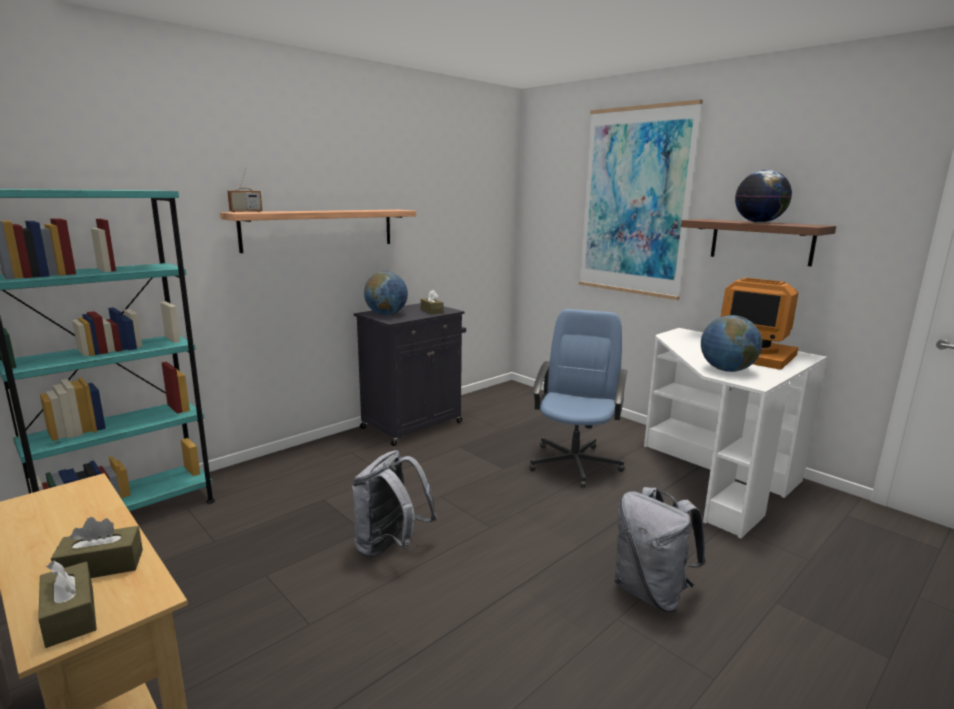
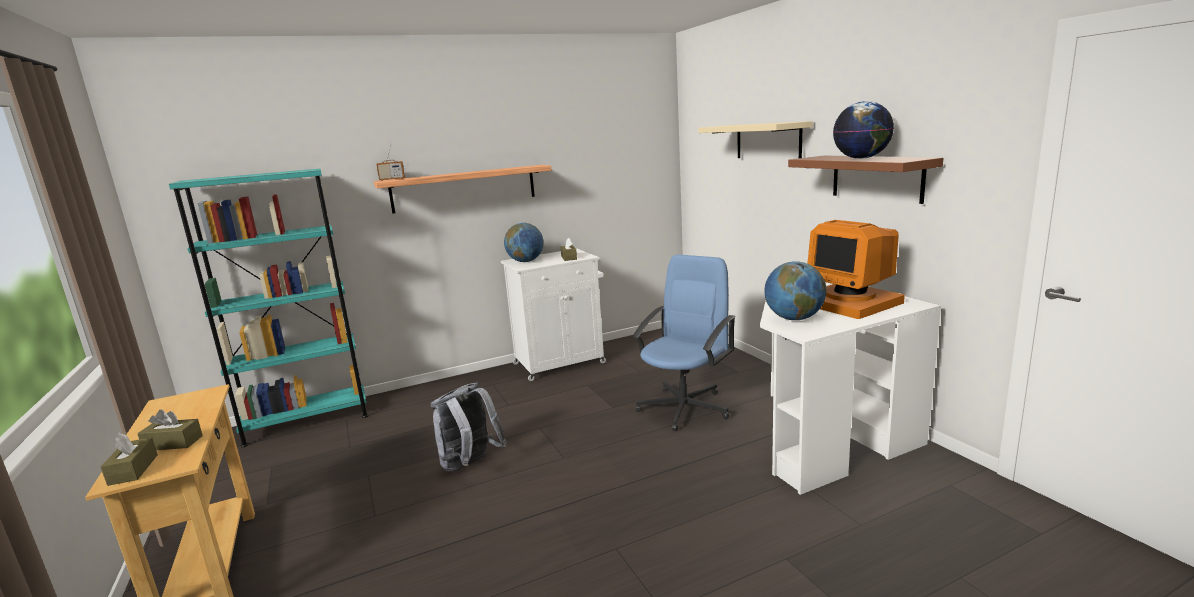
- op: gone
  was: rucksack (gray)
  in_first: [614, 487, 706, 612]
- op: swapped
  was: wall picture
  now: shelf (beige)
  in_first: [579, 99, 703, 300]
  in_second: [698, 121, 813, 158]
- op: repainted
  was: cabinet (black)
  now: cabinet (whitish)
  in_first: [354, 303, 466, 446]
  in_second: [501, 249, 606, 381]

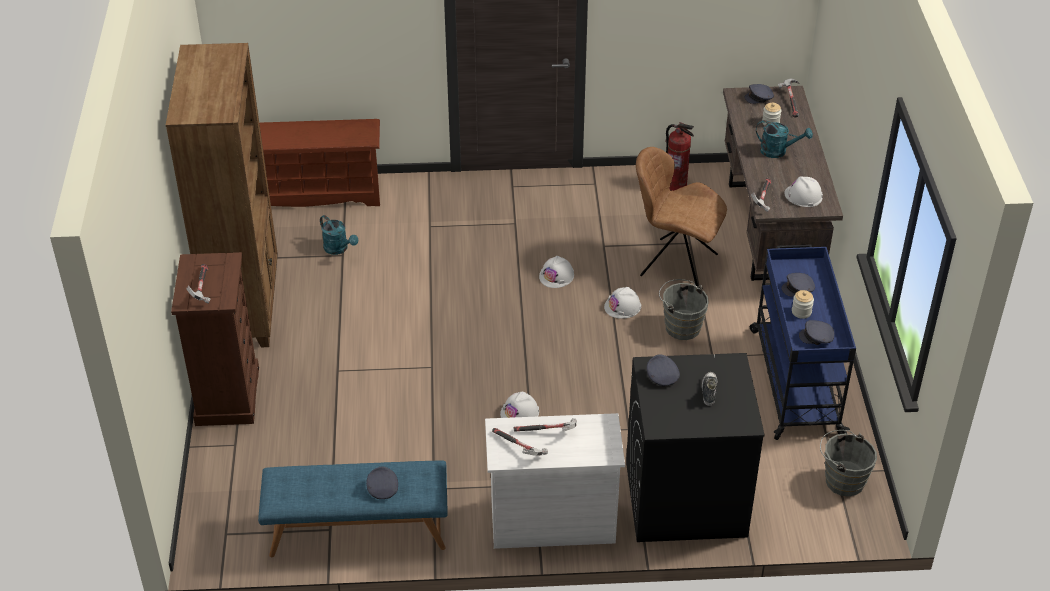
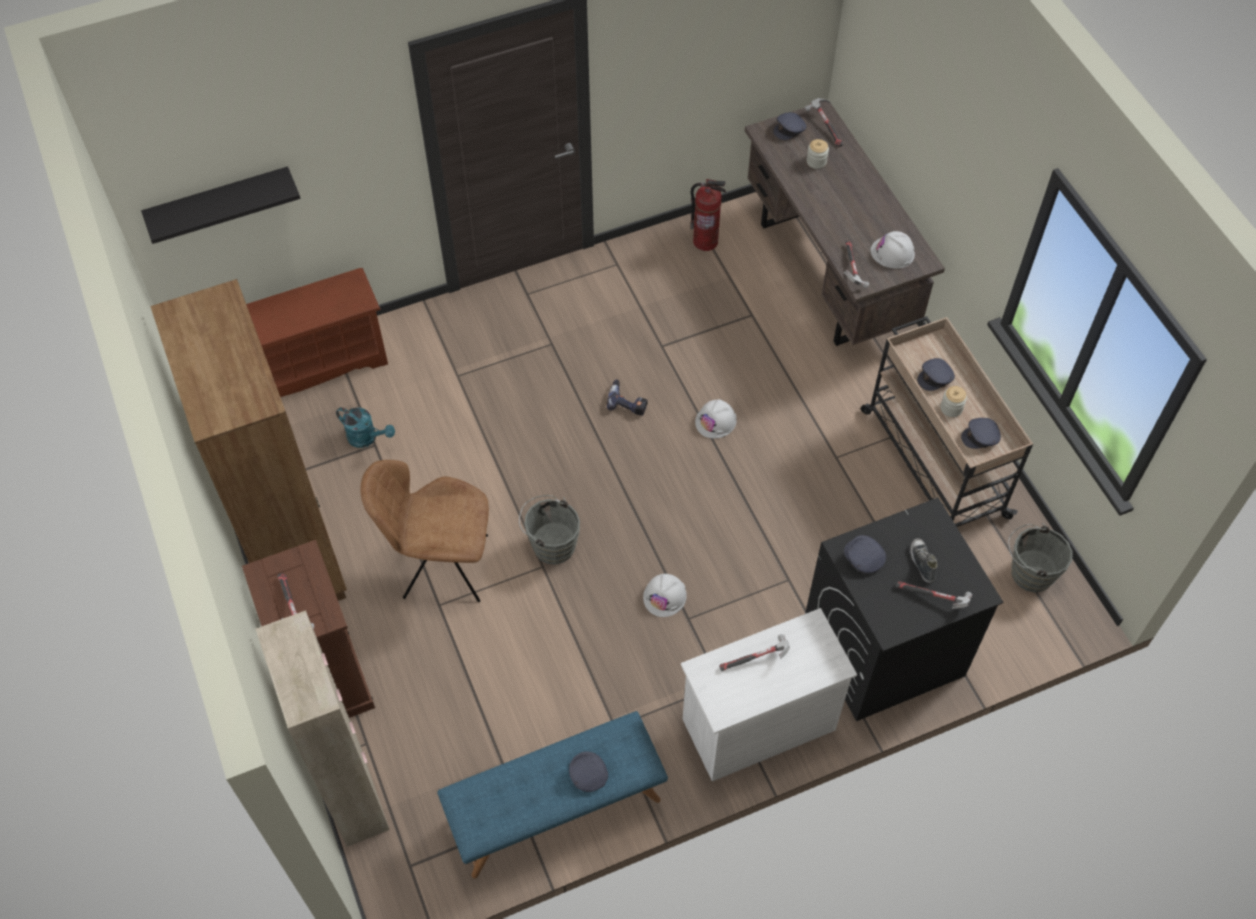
- op: gone
  was: sprinkling can (turquoise)
  in_first: [756, 120, 813, 158]
- op: new
  now: shelf (black)
  in_second: [141, 166, 301, 244]
- op: new
  now: cabinet (beige)
  in_second: [256, 610, 390, 847]
- op: shifted
  was: hand hammer
  in_first: [492, 428, 548, 456]
  in_second: [896, 581, 972, 609]
- op: shifted
  was: upright chair (brown-coloured)
  in_first: [636, 147, 727, 286]
  in_second: [360, 460, 489, 602]
- op: shifted
  was: pail (gray)
  in_first: [659, 279, 709, 340]
  in_second: [519, 495, 580, 565]
- op: swapped
  was: work helmet (whitish)
  now: power drill
  in_first: [539, 256, 574, 288]
  in_second: [607, 379, 648, 416]
- op: repainted
  was: wheeled cart (blue)
  now: wheeled cart (beige)
  in_first: [750, 245, 856, 440]
  in_second: [861, 316, 1033, 527]

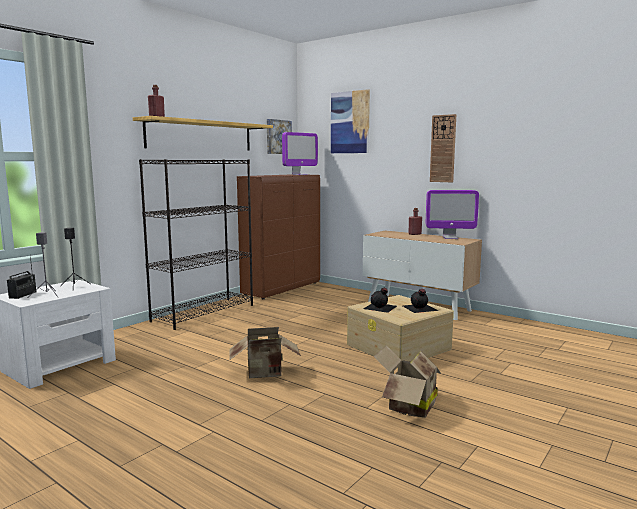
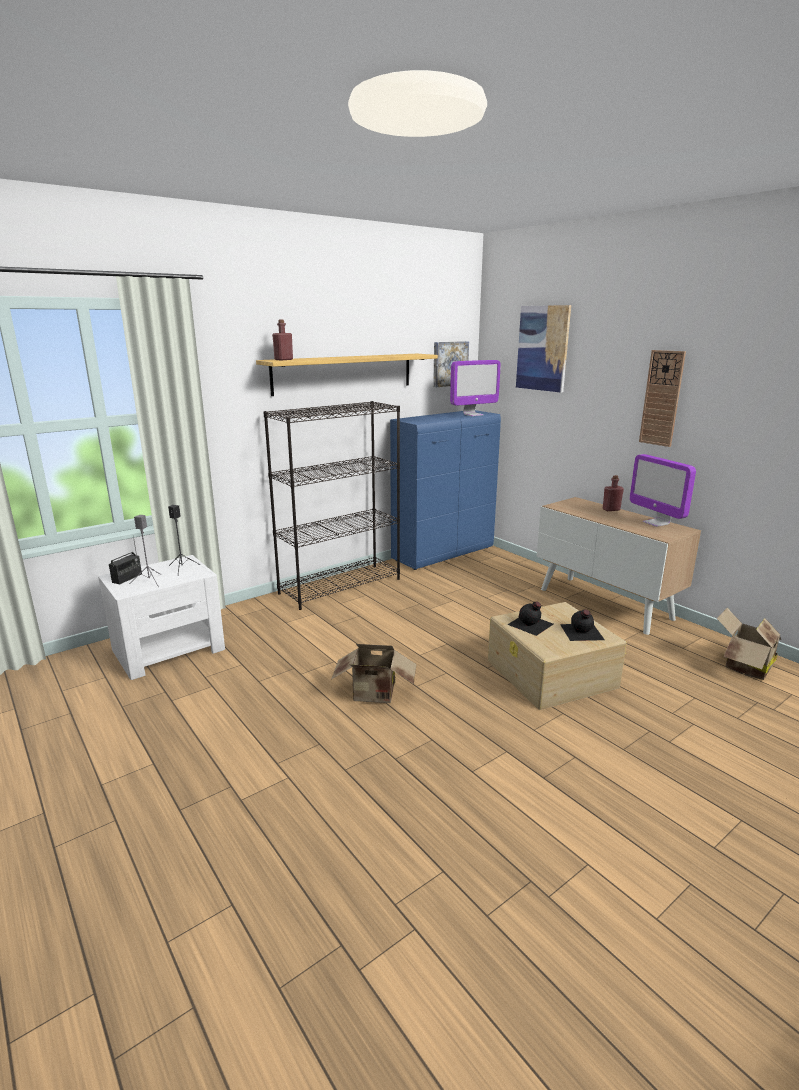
- op: shifted
  was: packing box
  in_first: [374, 345, 441, 418]
  in_second: [717, 608, 781, 680]
- op: repainted
  was: cabinet (brown-coloured)
  now: cabinet (blue)
  in_first: [237, 174, 320, 299]
  in_second: [390, 410, 501, 570]
- op: rotated
  was: computer display
  in_first: [426, 190, 479, 239]
  in_second: [630, 454, 696, 527]
  clockwise: 45

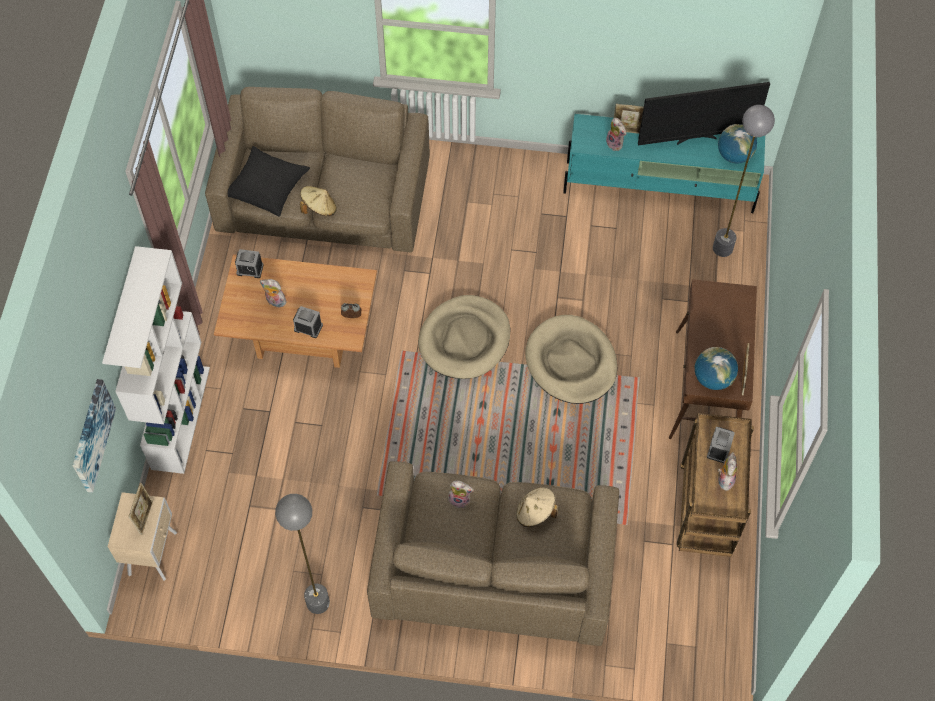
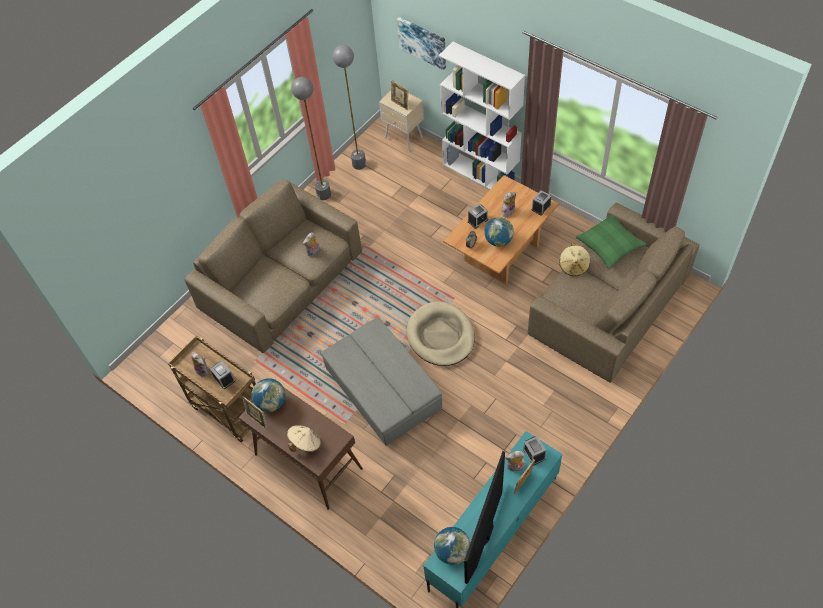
- op: new
  now: globe
  in_second: [484, 217, 514, 247]
- op: new
  now: alarm clock
  in_second: [523, 436, 546, 465]
- op: shifted
  was: hat (beige)
  in_first: [516, 487, 558, 527]
  in_second: [287, 425, 321, 452]
- op: shifted
  was: standard lamp (gray)
  in_first: [713, 105, 775, 257]
  in_second: [332, 45, 366, 170]
- op: swapped
  was: dog bed (beige)
  now: pouffe (gray)
  in_first: [525, 315, 617, 404]
  in_second: [321, 317, 442, 446]
- op: repainted
  was: pillow (black)
  now: pillow (green)
  in_first: [228, 146, 310, 217]
  in_second: [576, 215, 646, 269]

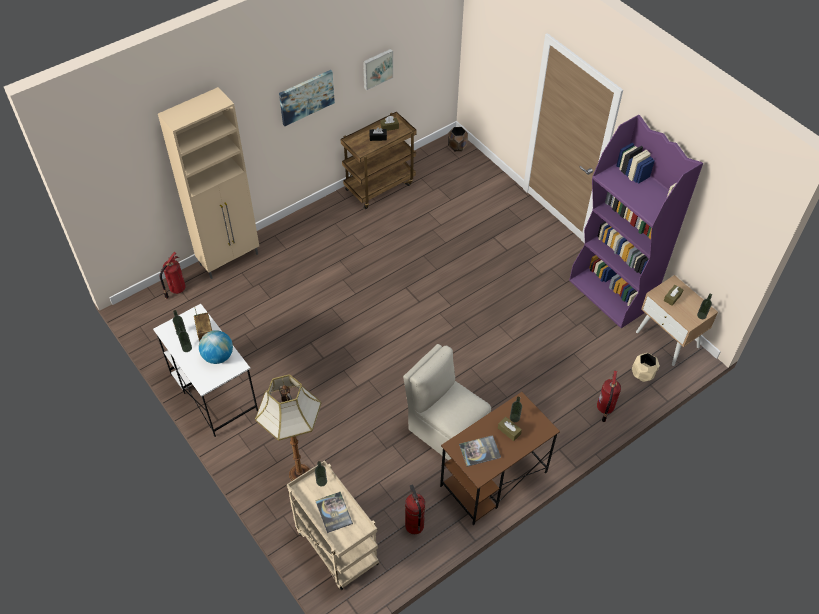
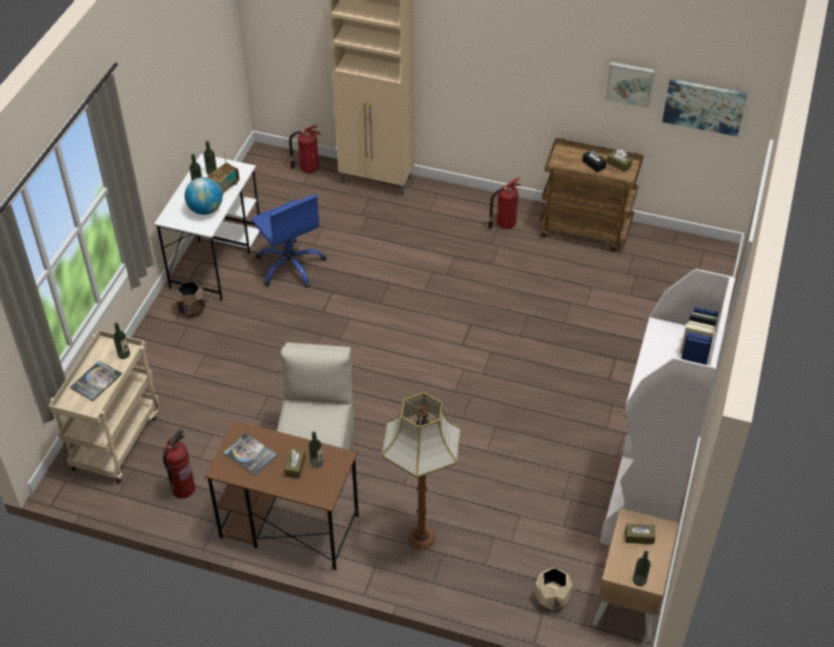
- op: new
  now: computer chair (blue)
  in_second: [251, 194, 327, 288]
- op: shifted
  was: standard lamp
  in_first: [255, 374, 321, 481]
  in_second: [382, 392, 461, 550]
- op: shifted
  was: wall picture
  in_first: [279, 70, 335, 126]
  in_second: [662, 79, 748, 137]
- op: shifted
  was: flower pot (brown-coloured)
  in_first: [448, 127, 468, 151]
  in_second: [175, 281, 206, 317]
- op: shifted
  was: fire extinguisher
  in_first: [597, 371, 621, 422]
  in_second: [488, 177, 522, 229]
- op: repainted
  was: bookshelf (purple-coloured)
  now: bookshelf (whitish)
  in_first: [569, 115, 703, 328]
  in_second: [600, 269, 735, 546]

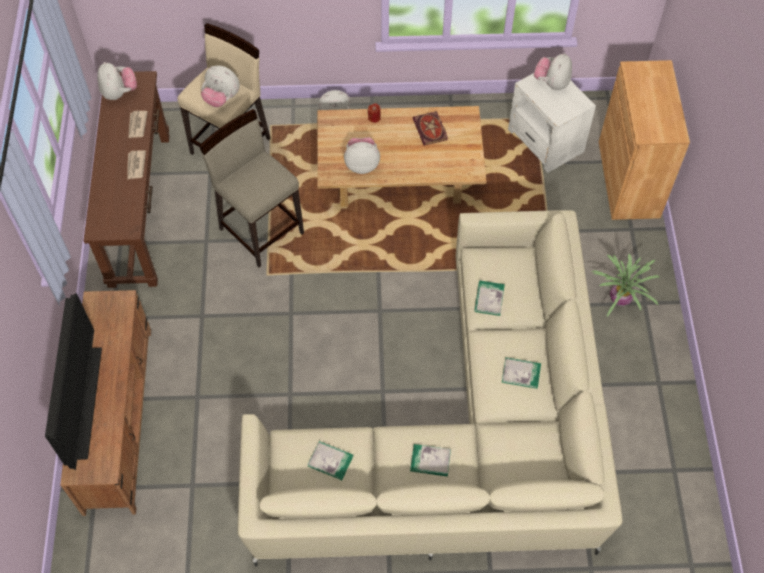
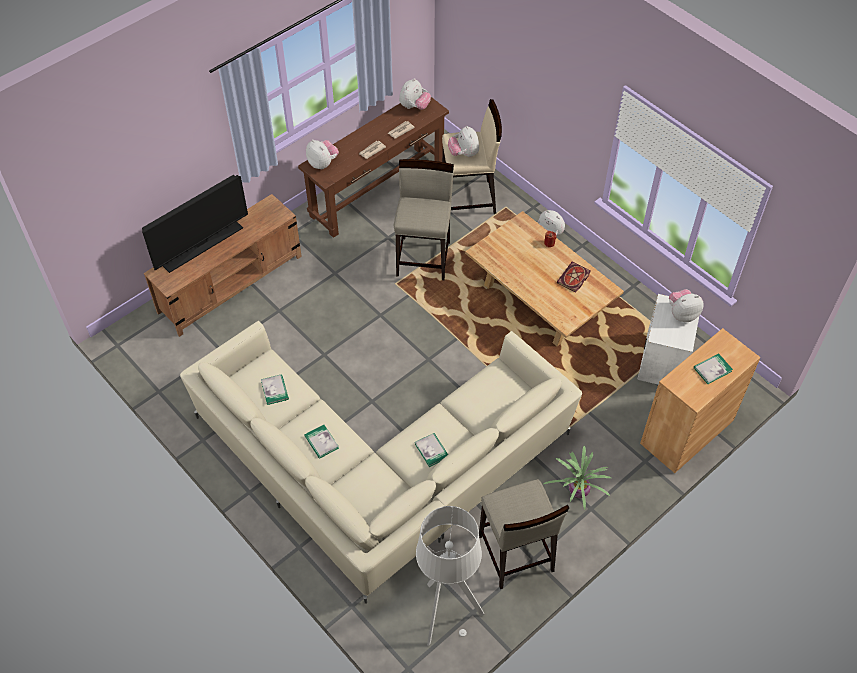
- op: new
  now: standard lamp (gray)
  in_second: [416, 506, 484, 646]
- op: new
  now: stool seat (beige)
  in_second: [479, 479, 569, 589]
- op: shifted
  was: plush toy
  in_first: [344, 137, 380, 174]
  in_second: [306, 139, 339, 169]
- op: shifted
  was: book
  in_first: [474, 281, 505, 316]
  in_second: [694, 353, 733, 384]

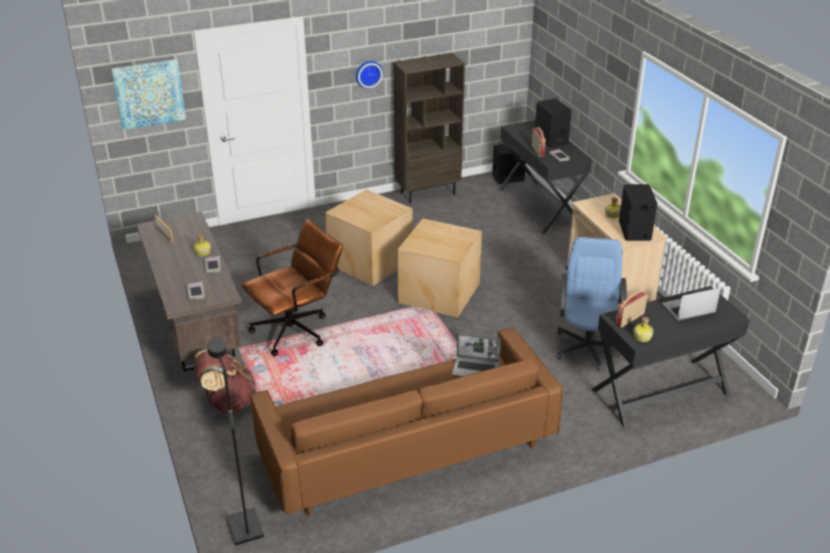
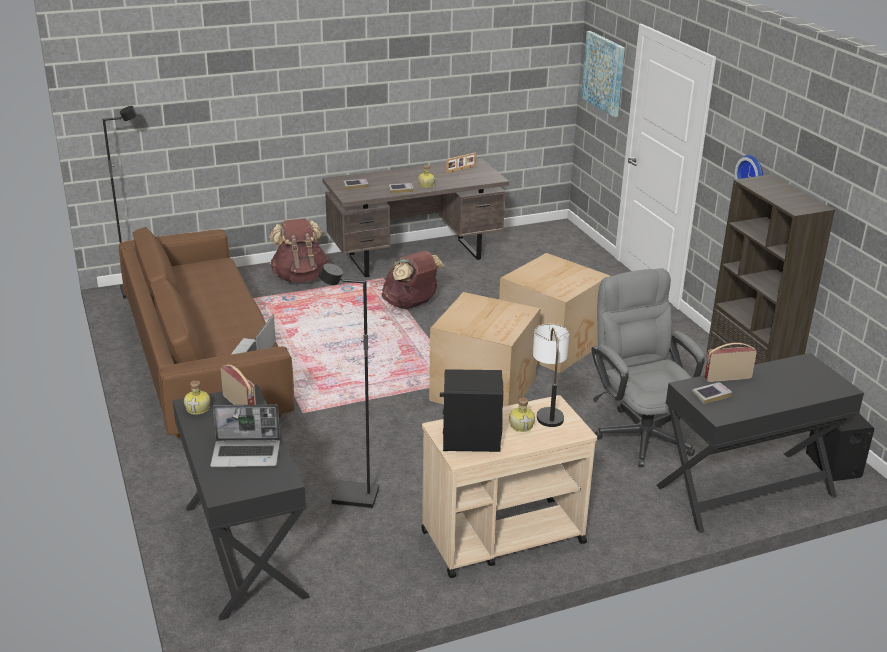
- op: gone
  was: audio speaker (black)
  in_first: [535, 98, 572, 148]
- op: new
  now: tabletop lamp
  in_second: [533, 324, 570, 427]
- op: new
  now: computer chair (gray)
  in_second: [591, 268, 705, 467]
- op: swapped
  was: computer chair (brown-coloured)
  now: rucksack (brown-coloured)
  in_first: [241, 219, 343, 356]
  in_second: [382, 251, 445, 309]
- op: swapped
  was: computer chair (blue)
  now: standard lamp (black)
  in_first: [557, 237, 627, 370]
  in_second: [320, 263, 379, 508]
- op: rotated
  was: portable computer
  in_first: [662, 288, 721, 321]
  in_second: [210, 404, 280, 467]
  clockwise: 105

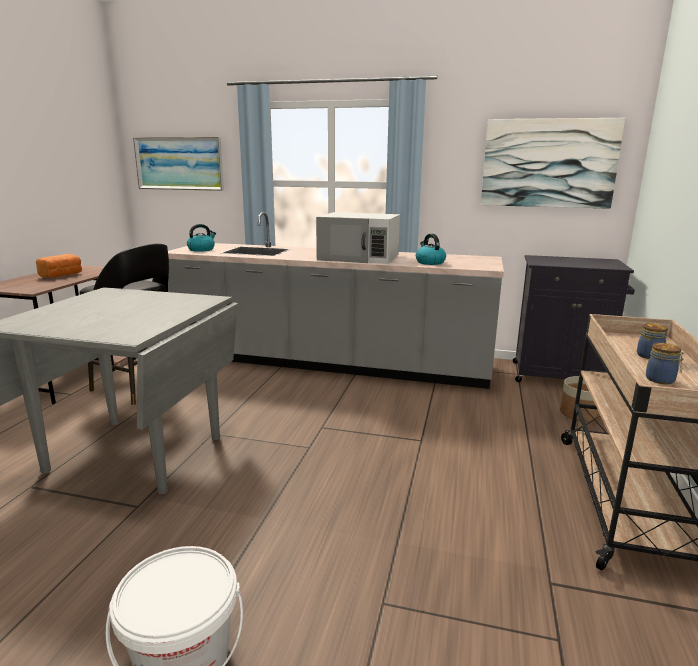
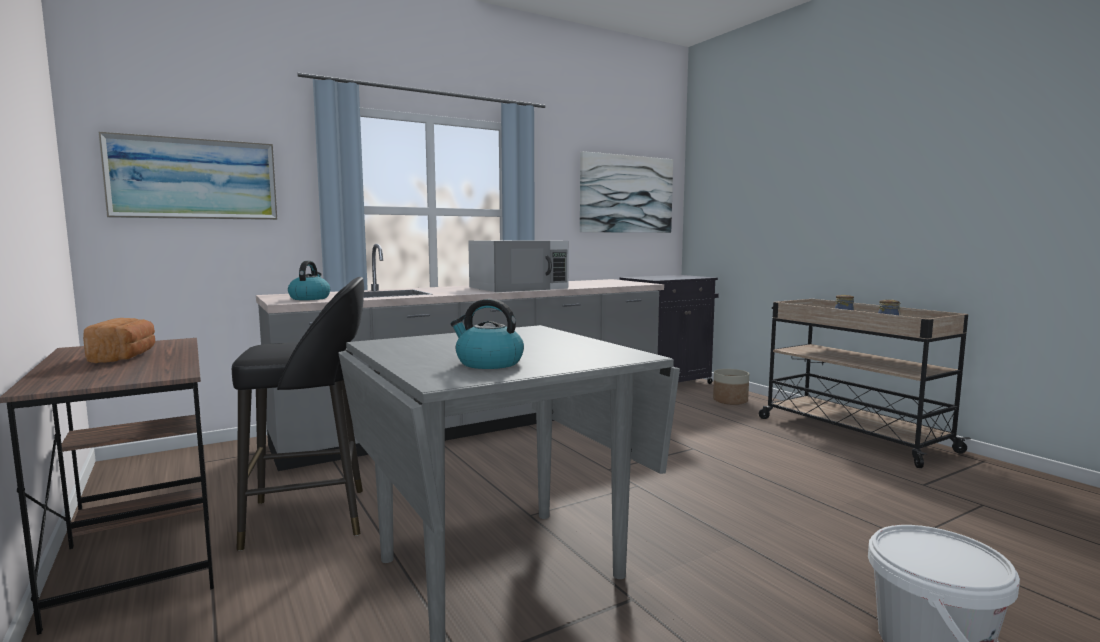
- op: shifted
  was: water kettle
  in_first: [416, 234, 446, 265]
  in_second: [451, 299, 524, 369]

